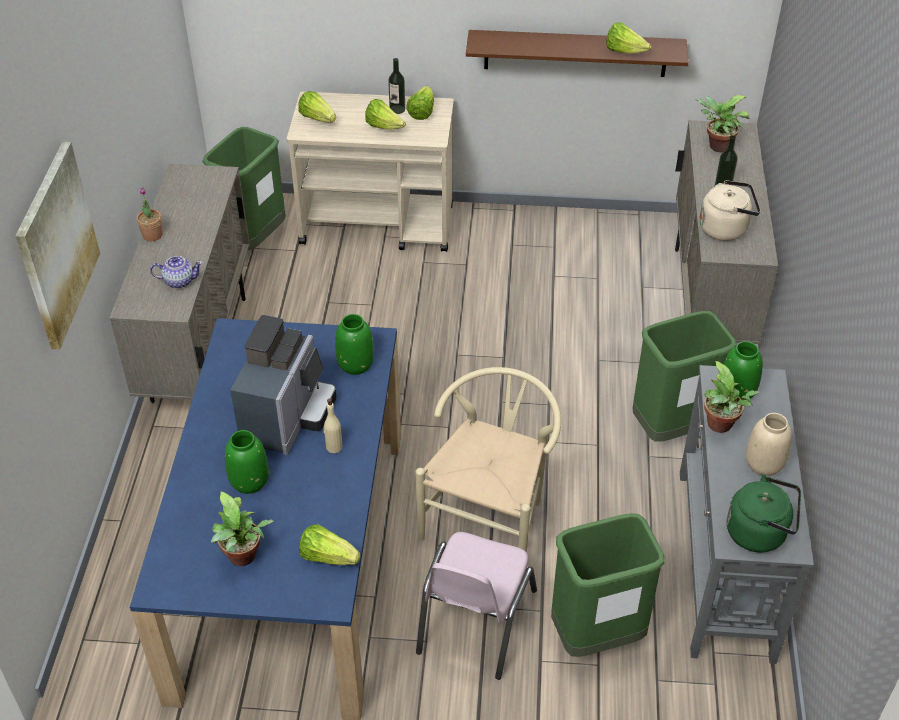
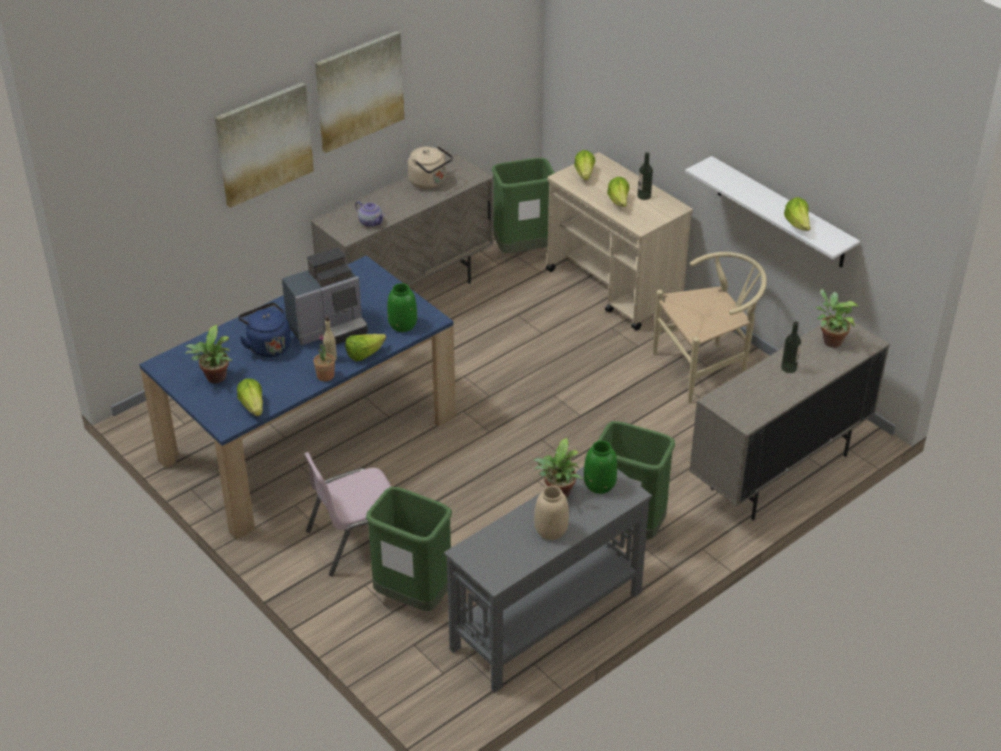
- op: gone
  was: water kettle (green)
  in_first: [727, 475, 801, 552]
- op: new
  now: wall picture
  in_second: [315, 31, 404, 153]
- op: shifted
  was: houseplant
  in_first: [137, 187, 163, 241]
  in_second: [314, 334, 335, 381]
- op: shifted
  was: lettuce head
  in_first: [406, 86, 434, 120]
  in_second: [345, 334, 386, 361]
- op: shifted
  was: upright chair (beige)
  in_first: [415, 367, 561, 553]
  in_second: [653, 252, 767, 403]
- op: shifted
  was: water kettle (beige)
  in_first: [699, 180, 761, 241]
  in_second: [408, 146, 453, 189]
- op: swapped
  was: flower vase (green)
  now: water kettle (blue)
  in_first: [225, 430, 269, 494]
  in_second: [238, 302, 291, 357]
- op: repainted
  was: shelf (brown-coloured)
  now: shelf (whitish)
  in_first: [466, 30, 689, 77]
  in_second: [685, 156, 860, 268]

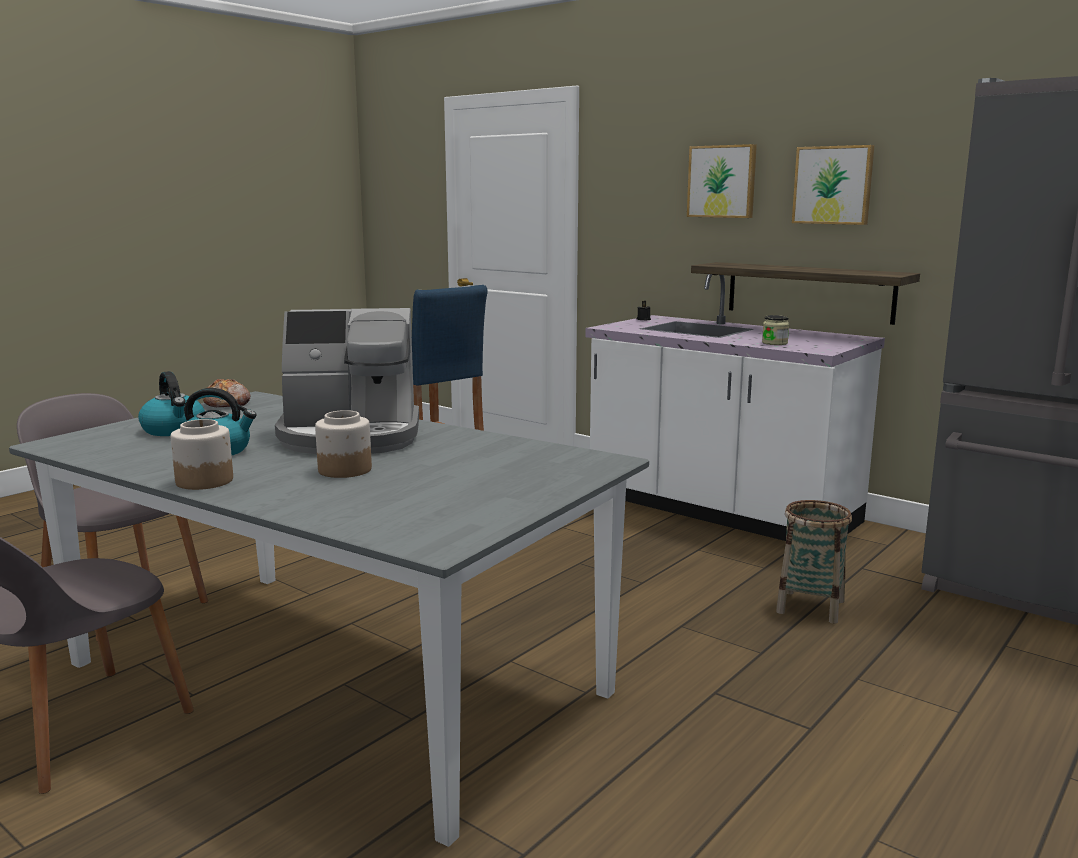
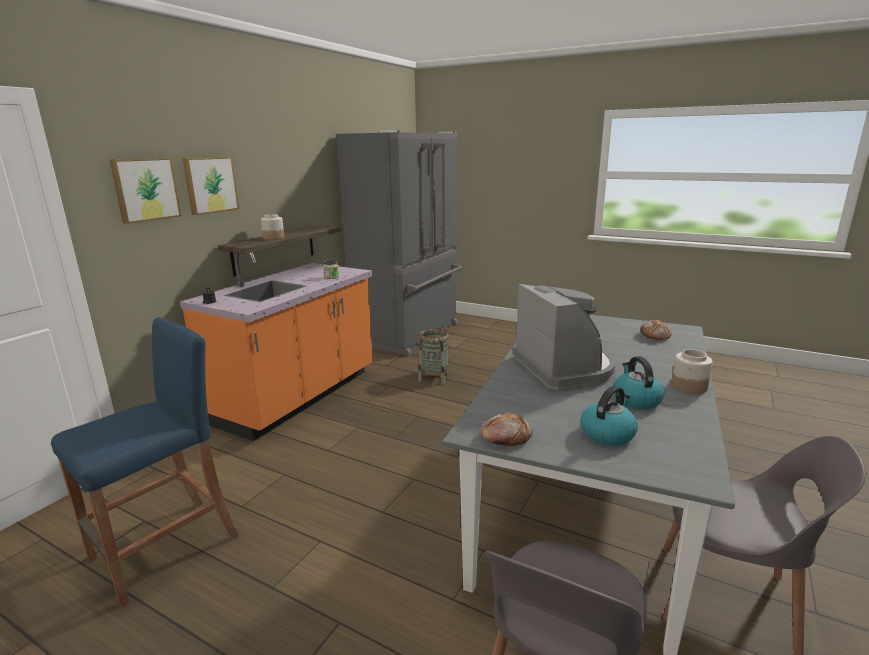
- op: new
  now: bakery bread
  in_second: [640, 320, 672, 340]
- op: shifted
  was: preserve jar
  in_first: [315, 410, 372, 478]
  in_second: [261, 214, 285, 240]
- op: shifted
  was: wall picture
  in_first: [792, 145, 874, 225]
  in_second: [109, 158, 181, 224]
- op: repainted
  was: kitchen counter (whitish)
  now: kitchen counter (orange-coloured)
  in_first: [585, 274, 885, 541]
  in_second: [180, 253, 373, 441]

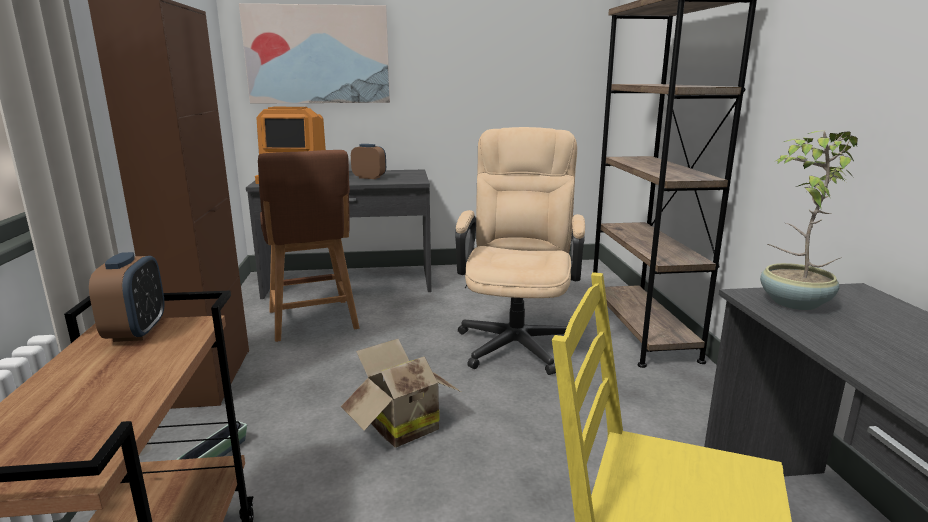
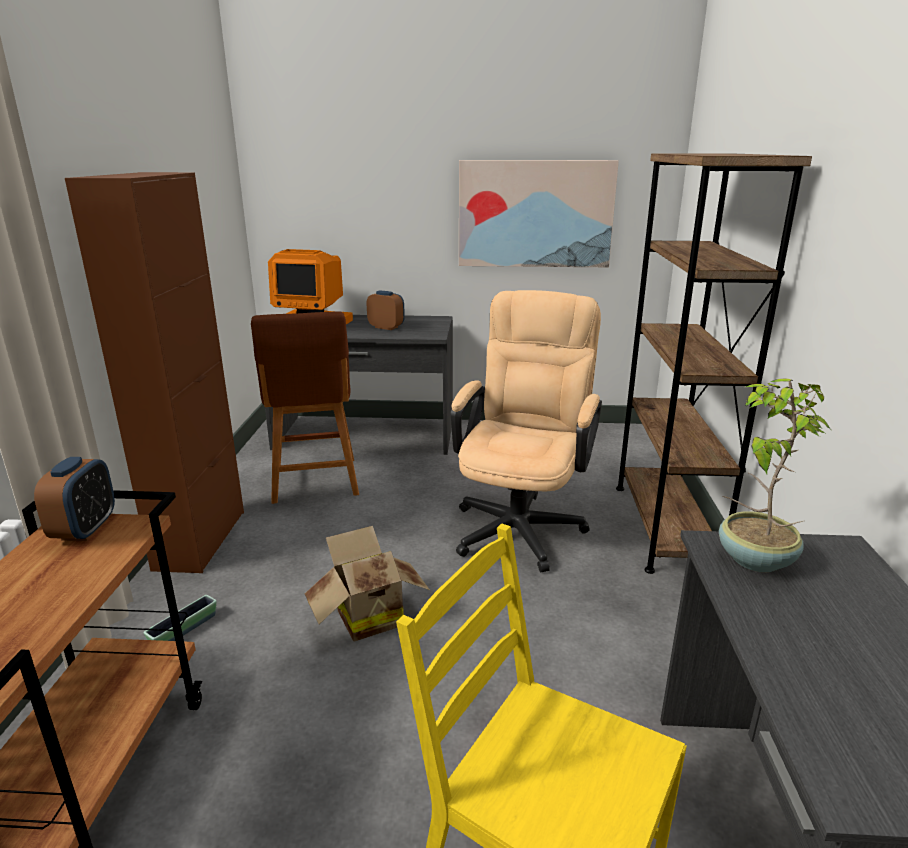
- op: shifted
  was: wall picture
  in_first: [239, 3, 390, 104]
  in_second: [459, 160, 619, 267]

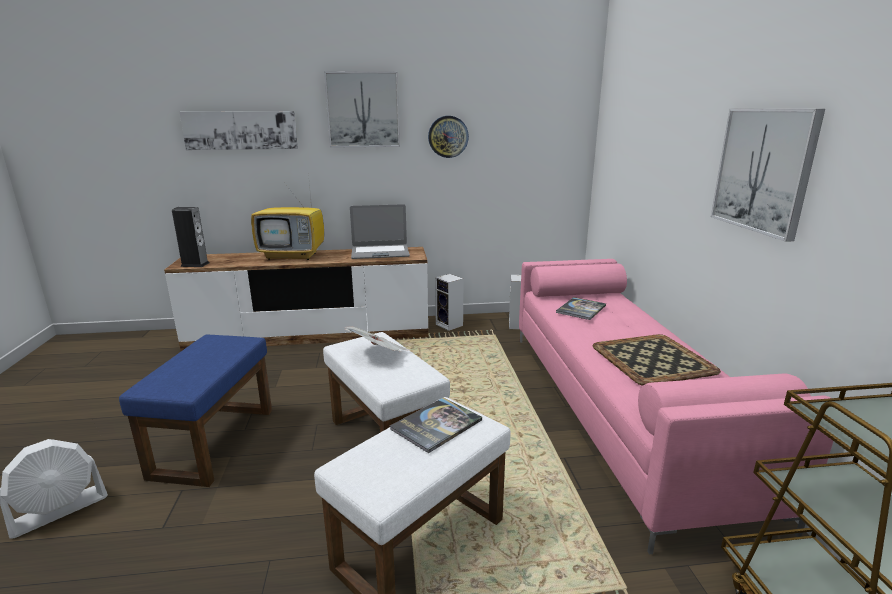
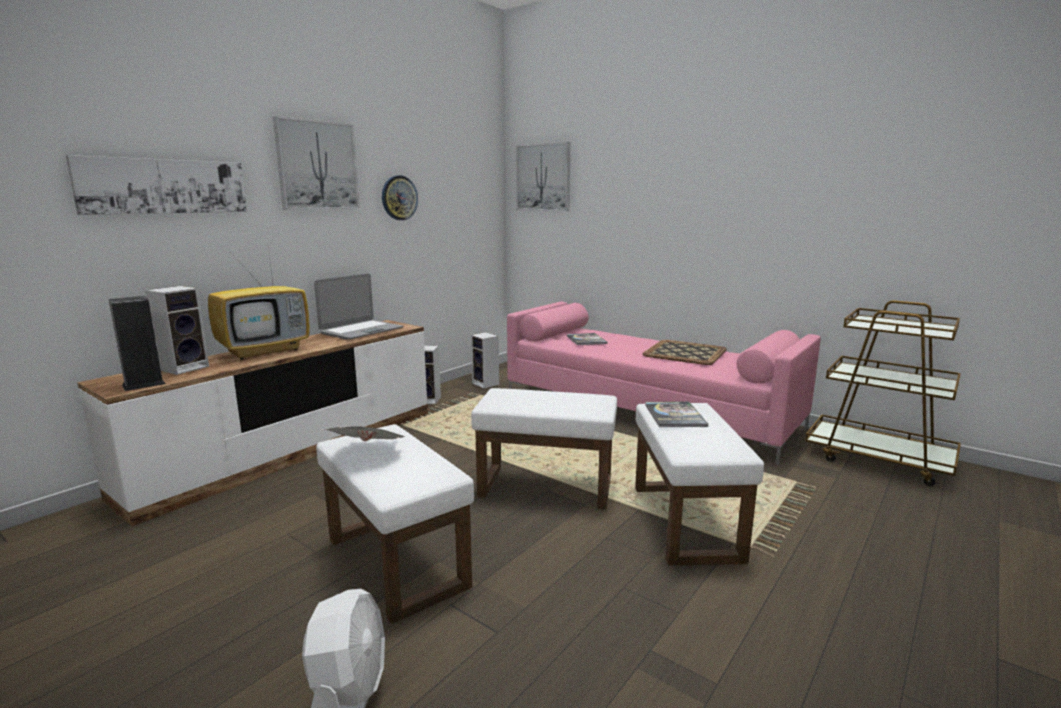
- op: new
  now: audio speaker
  in_second: [145, 286, 209, 375]
- op: shifted
  was: printed paper
  in_first: [345, 326, 410, 352]
  in_second: [322, 426, 404, 441]
- op: shifted
  was: wall picture
  in_first: [711, 109, 825, 242]
  in_second: [516, 142, 570, 211]
- op: repainted
  was: pouffe (blue)
  now: pouffe (whitish)
  in_first: [119, 335, 272, 487]
  in_second: [316, 424, 474, 624]

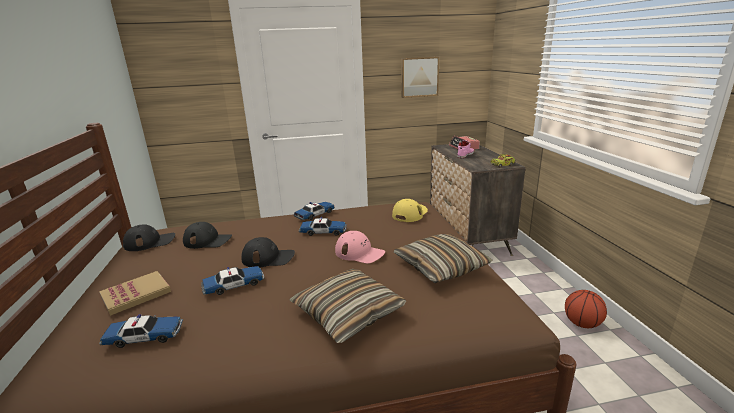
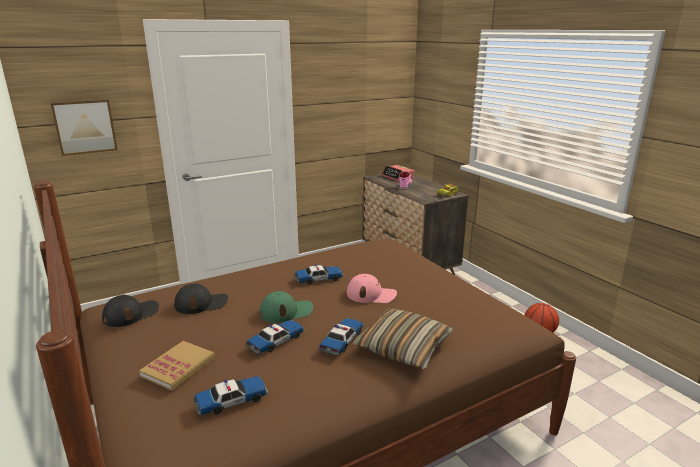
- op: gone
  was: cap (yellowish)
  in_first: [392, 199, 428, 222]
- op: gone
  was: pillow
  in_first: [394, 234, 493, 283]
- op: shifted
  was: model car
  in_first: [293, 202, 335, 220]
  in_second: [319, 318, 364, 356]
- op: shifted
  was: wall picture
  in_first: [401, 57, 439, 98]
  in_second: [51, 99, 117, 156]
- op: repainted
  was: cap (black)
  now: cap (green)
  in_first: [241, 237, 295, 268]
  in_second: [260, 291, 313, 323]

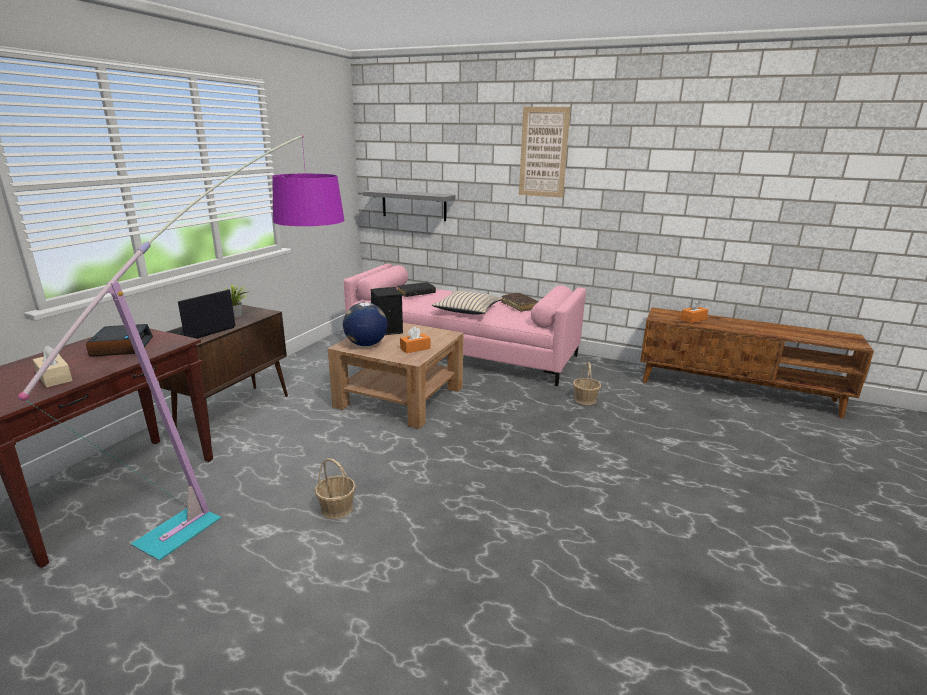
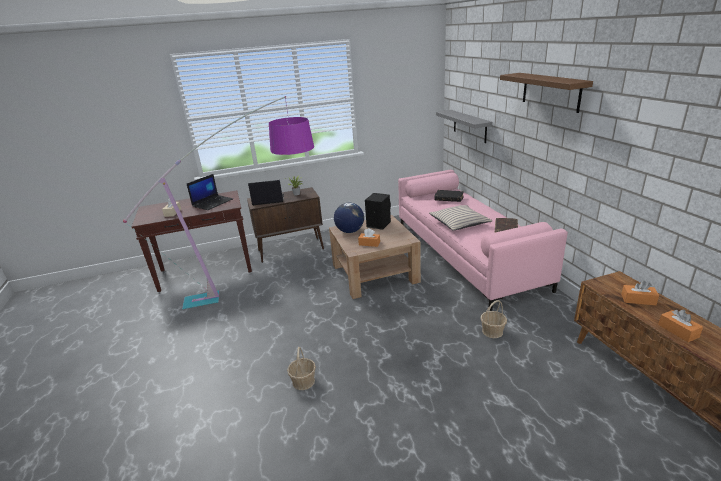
- op: new
  now: tissue box (orange-coloured)
  in_second: [658, 310, 703, 342]
- op: shifted
  was: basket
  in_first: [315, 458, 356, 519]
  in_second: [287, 347, 316, 390]
- op: swapped
  was: alarm clock
  now: portable computer
  in_first: [86, 324, 153, 357]
  in_second: [187, 174, 233, 210]
- op: swapped
  was: wall picture
  now: shelf (brown-coloured)
  in_first: [519, 107, 571, 198]
  in_second: [500, 73, 593, 113]

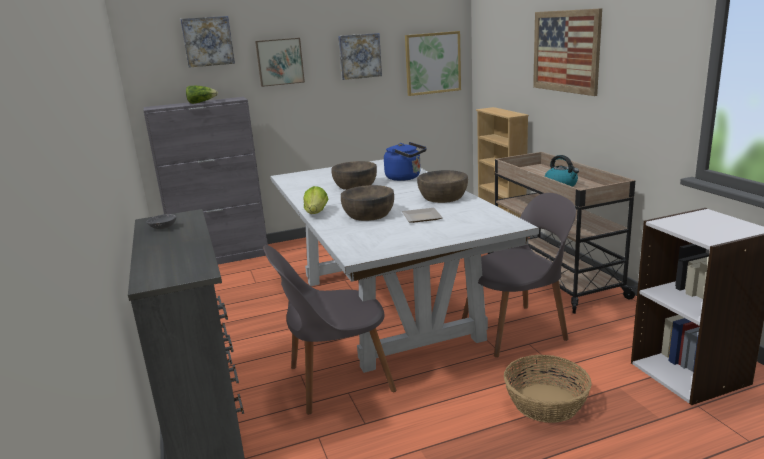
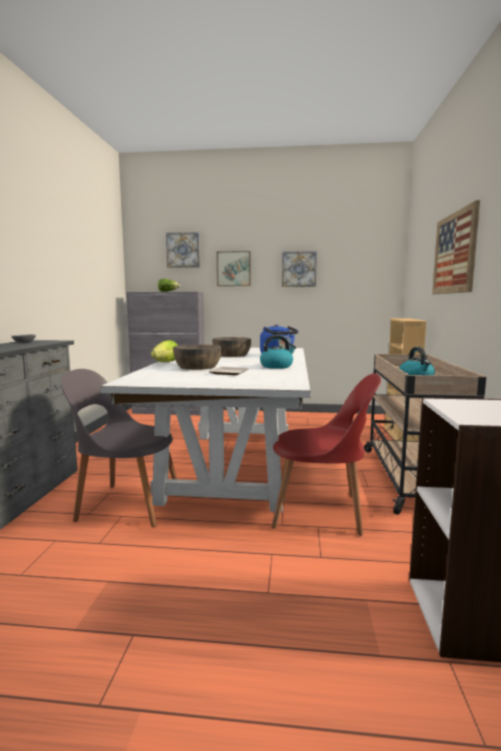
- op: gone
  was: wall picture
  in_first: [405, 31, 461, 96]
- op: gone
  was: basket
  in_first: [504, 355, 592, 423]
- op: swapped
  was: serving bowl (brown-coloured)
  now: water kettle
  in_first: [417, 170, 468, 203]
  in_second: [260, 335, 296, 369]
- op: repainted
  was: upright chair (gray)
  now: upright chair (red)
  in_first: [462, 193, 576, 357]
  in_second: [271, 373, 381, 536]

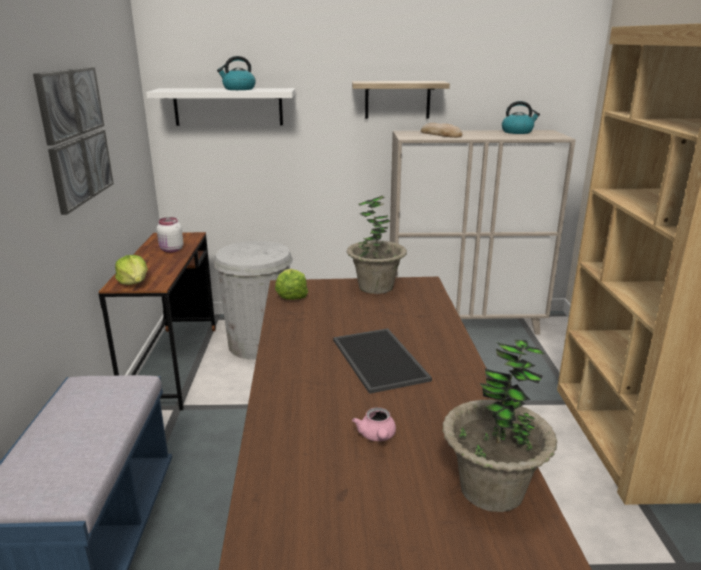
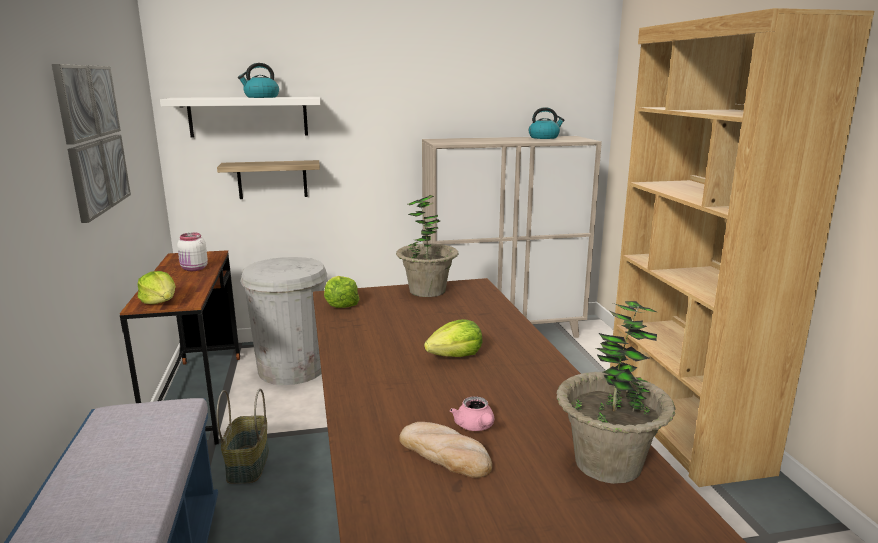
- op: new
  now: basket
  in_second: [217, 389, 269, 484]
- op: shifted
  was: shelf
  in_first: [352, 81, 450, 119]
  in_second: [217, 160, 320, 199]
- op: shifted
  was: bakery bread
  in_first: [421, 123, 462, 138]
  in_second: [399, 422, 492, 478]
- op: swapped
  was: serving tray
  now: lettuce head
  in_first: [333, 328, 432, 394]
  in_second: [424, 319, 482, 357]

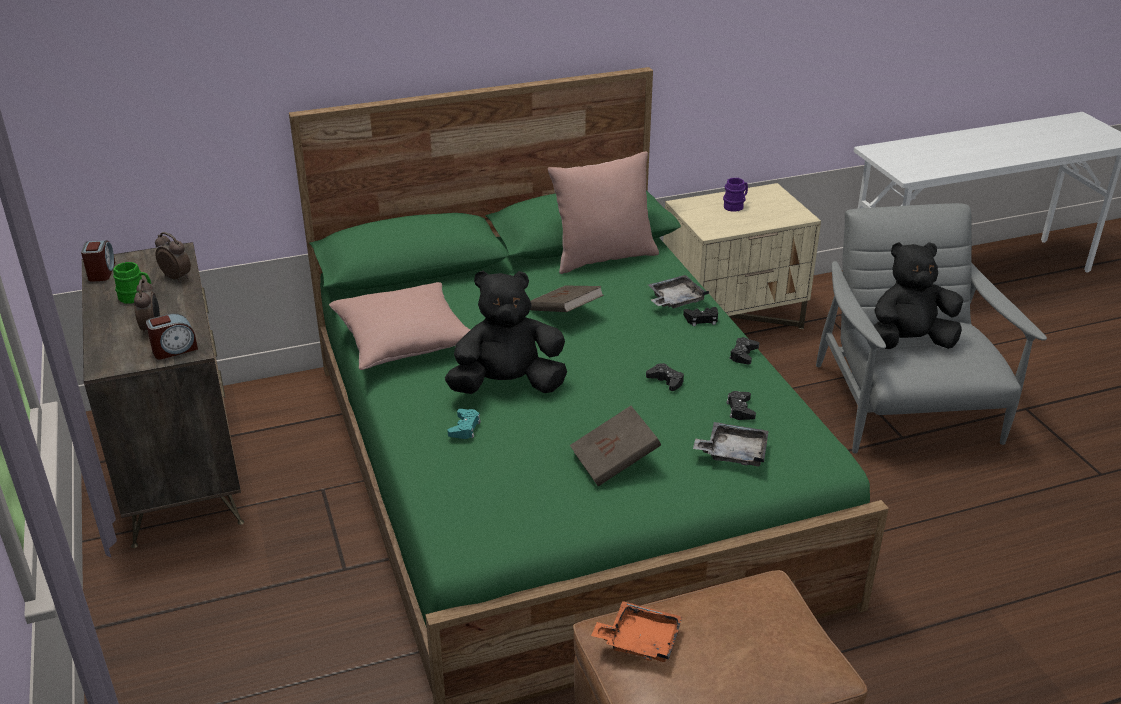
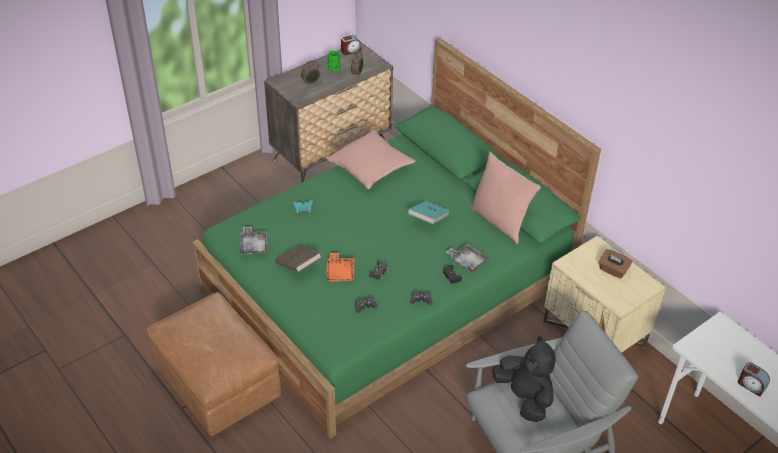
- op: gone
  was: plush toy (black)
  in_first: [445, 271, 567, 394]
- op: shifted
  was: alarm clock
  in_first: [146, 313, 198, 359]
  in_second: [738, 362, 770, 397]
- op: shifted
  was: serving tray (orange-coloured)
  in_first: [591, 601, 682, 662]
  in_second: [326, 253, 355, 282]
- op: shifted
  was: serving tray (gray)
  in_first: [693, 422, 768, 467]
  in_second: [240, 227, 268, 255]
- op: swapped
  was: coffee mug (purple-coloured)
  now: tissue box (brown-coloured)
  in_first: [723, 178, 748, 212]
  in_second: [599, 249, 633, 279]
- op: repainted
  was: book (brown-coloured)
  now: book (turquoise)
  in_first: [530, 286, 604, 312]
  in_second: [408, 201, 450, 224]

